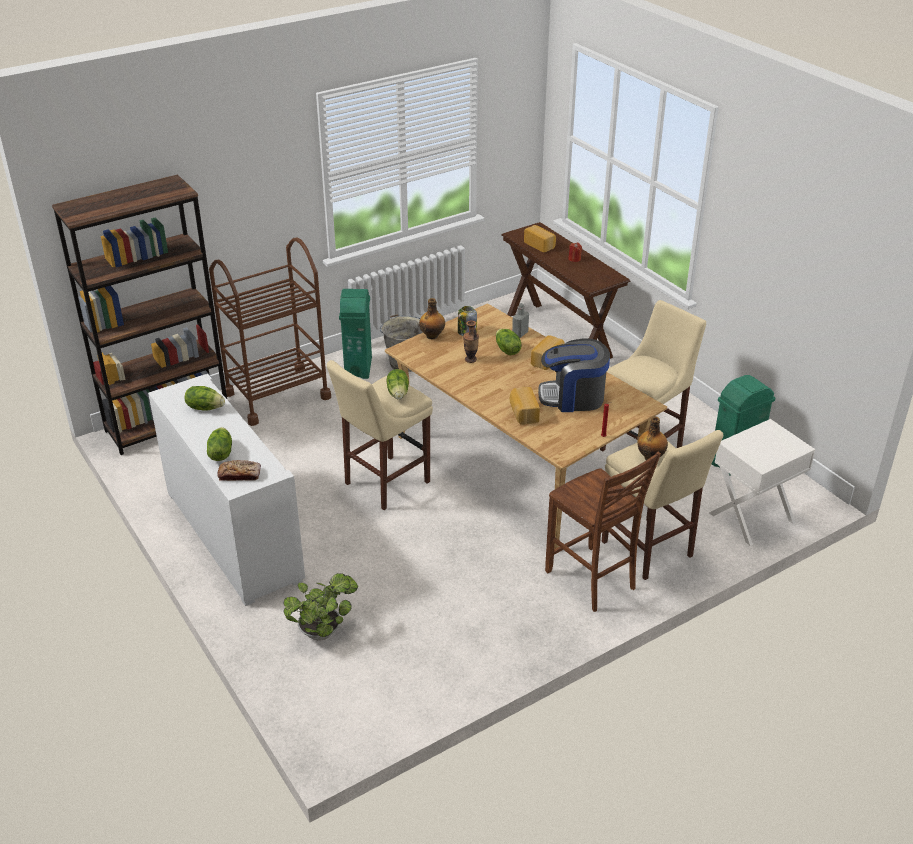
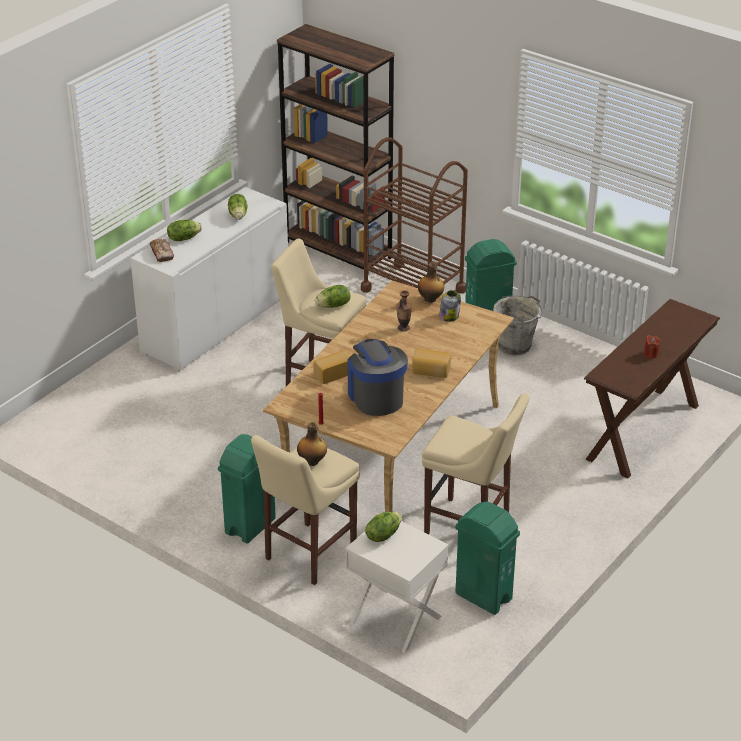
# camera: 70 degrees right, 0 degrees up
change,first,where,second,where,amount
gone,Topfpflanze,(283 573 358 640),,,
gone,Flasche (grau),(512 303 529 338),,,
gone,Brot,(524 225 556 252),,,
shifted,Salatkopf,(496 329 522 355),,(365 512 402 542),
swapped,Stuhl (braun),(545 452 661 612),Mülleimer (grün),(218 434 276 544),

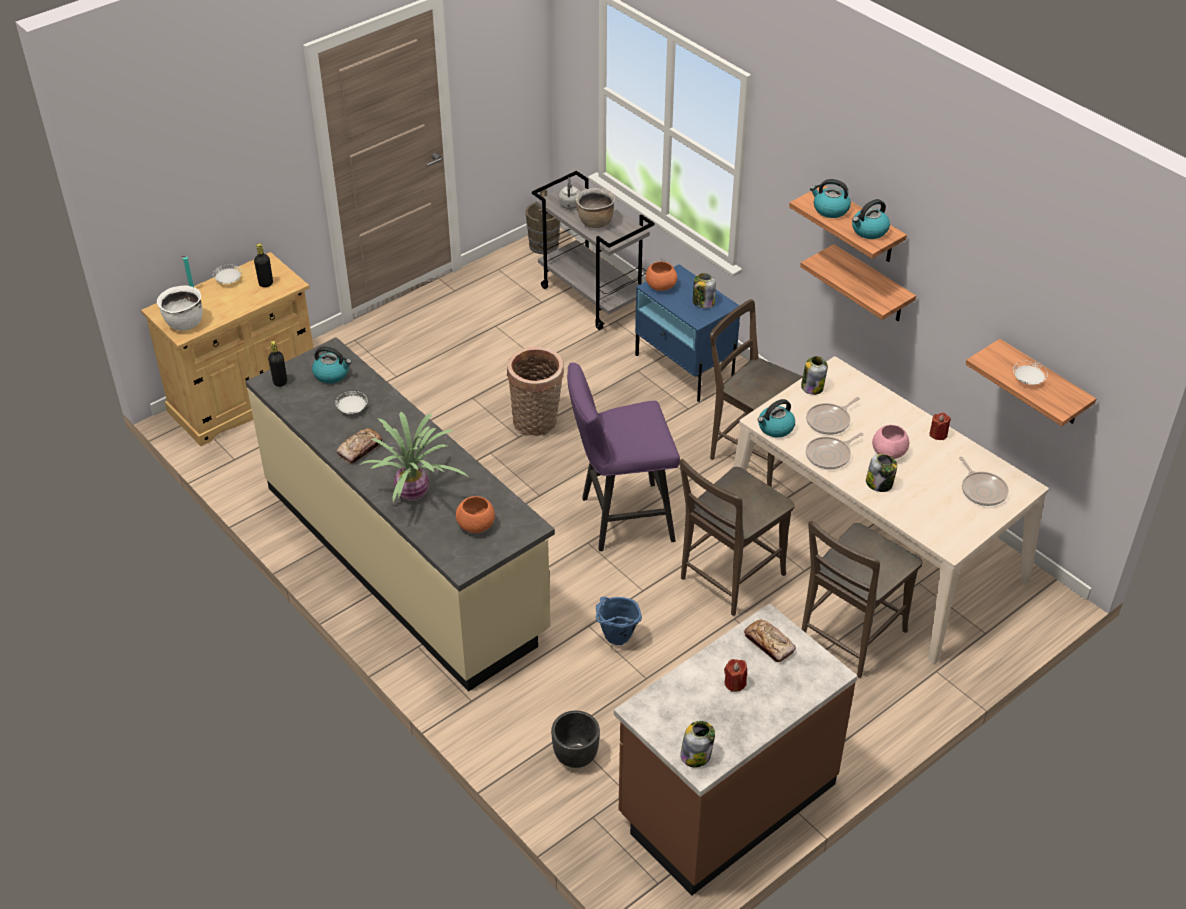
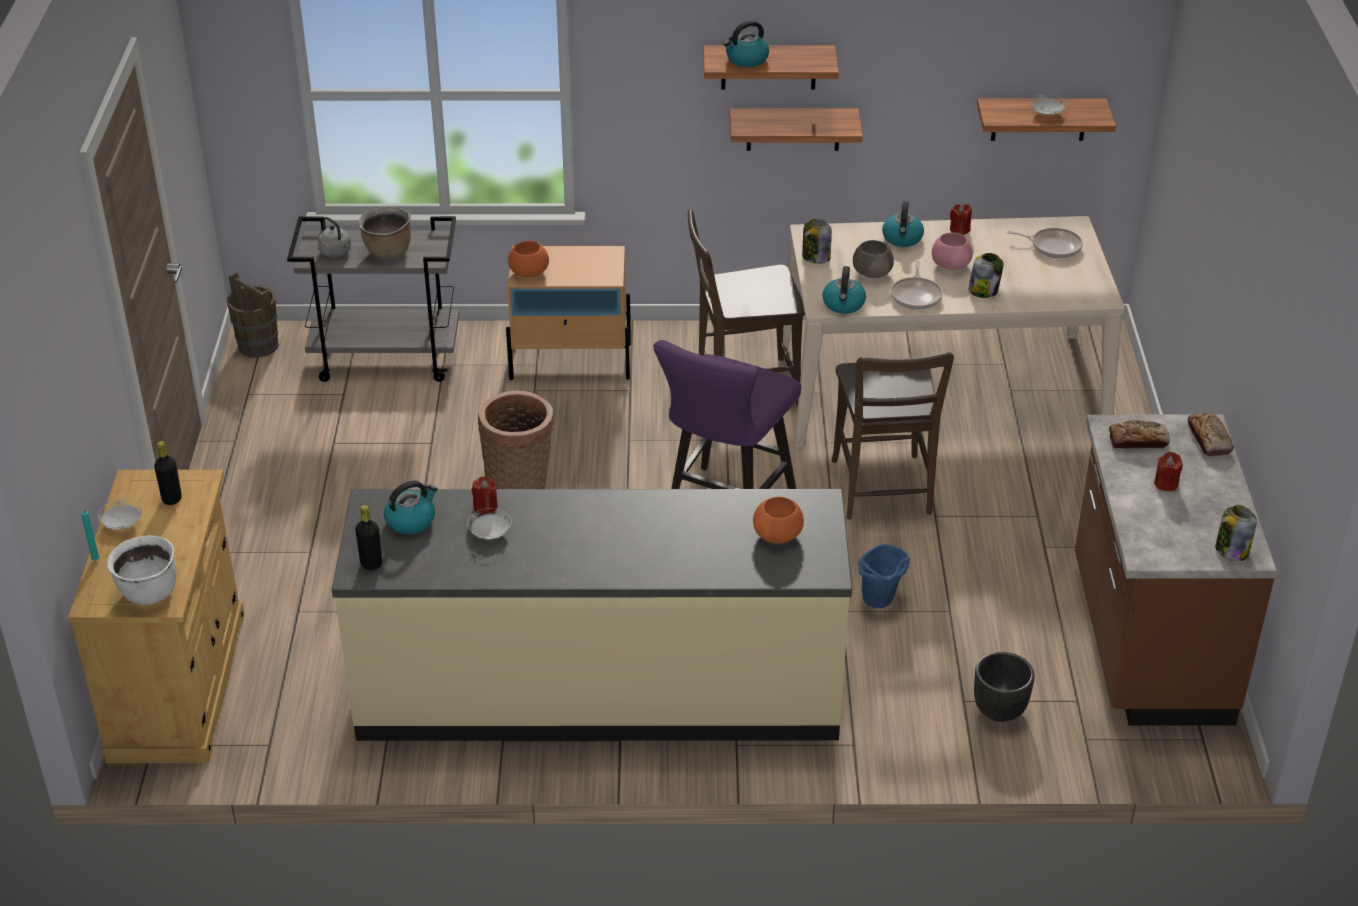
# camera: 50 degrees left, 5 degrees down
change,first,where,second,where,amount
gone,Topfpflanze,(360 412 468 502),,,
gone,Vorratsglas,(693 273 716 308),,,
gone,Stuhl (braun),(802 521 922 678),,,
new,,,Kerze (rot),(472 476 498 514),
shifted,Brot,(337 428 383 463),,(1188 413 1234 456),
shifted,Wasserkessel,(852 199 890 239),,(882 201 924 247),
swapped,Pfanne,(806 397 860 435),Schüssel (grau),(853 240 894 278),
repainted,Nachttisch (blau),(635 264 740 402),Nachttisch (beige),(506 246 631 380),

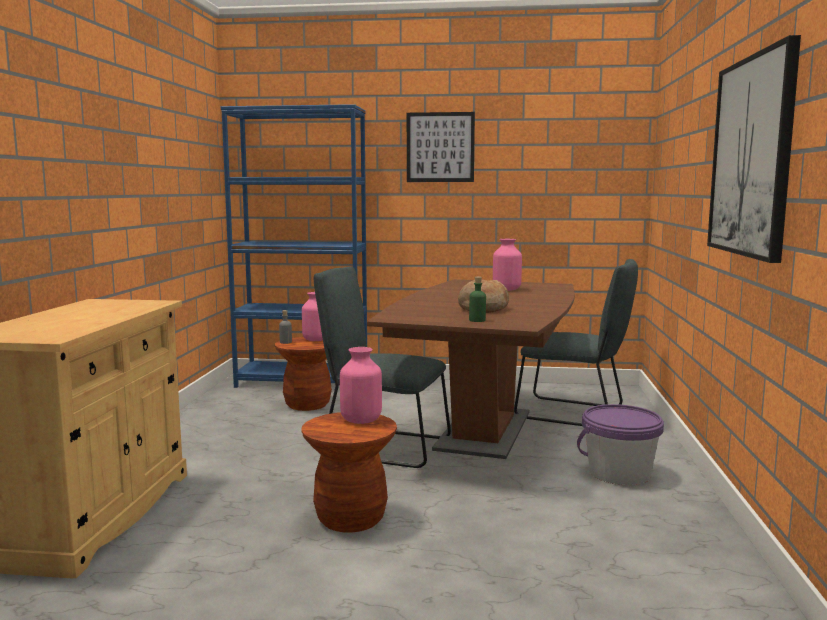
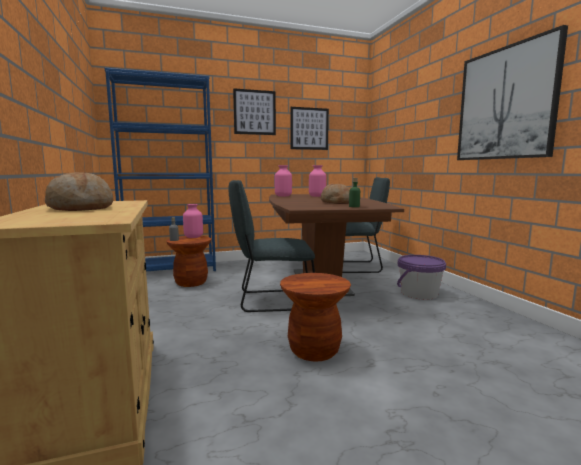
# camera: 25 degrees left, 0 degrees up
change,first,where,second,where,amount
new,,,Brot,(45 172 113 211),
new,,,Bild,(290 107 329 150),
shifted,Vase (rosa),(340 347 382 424),,(275 165 292 197),

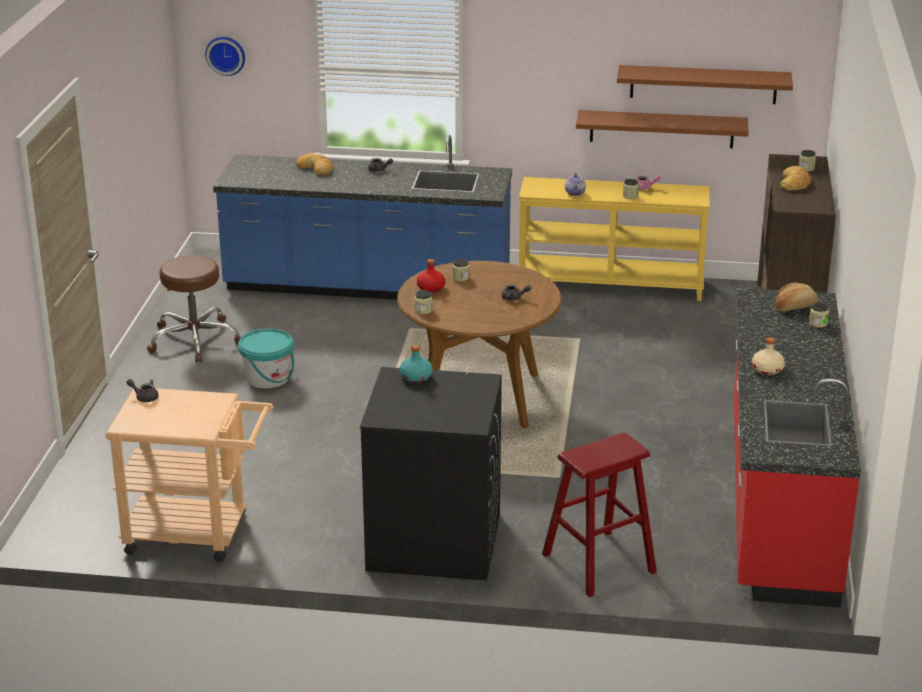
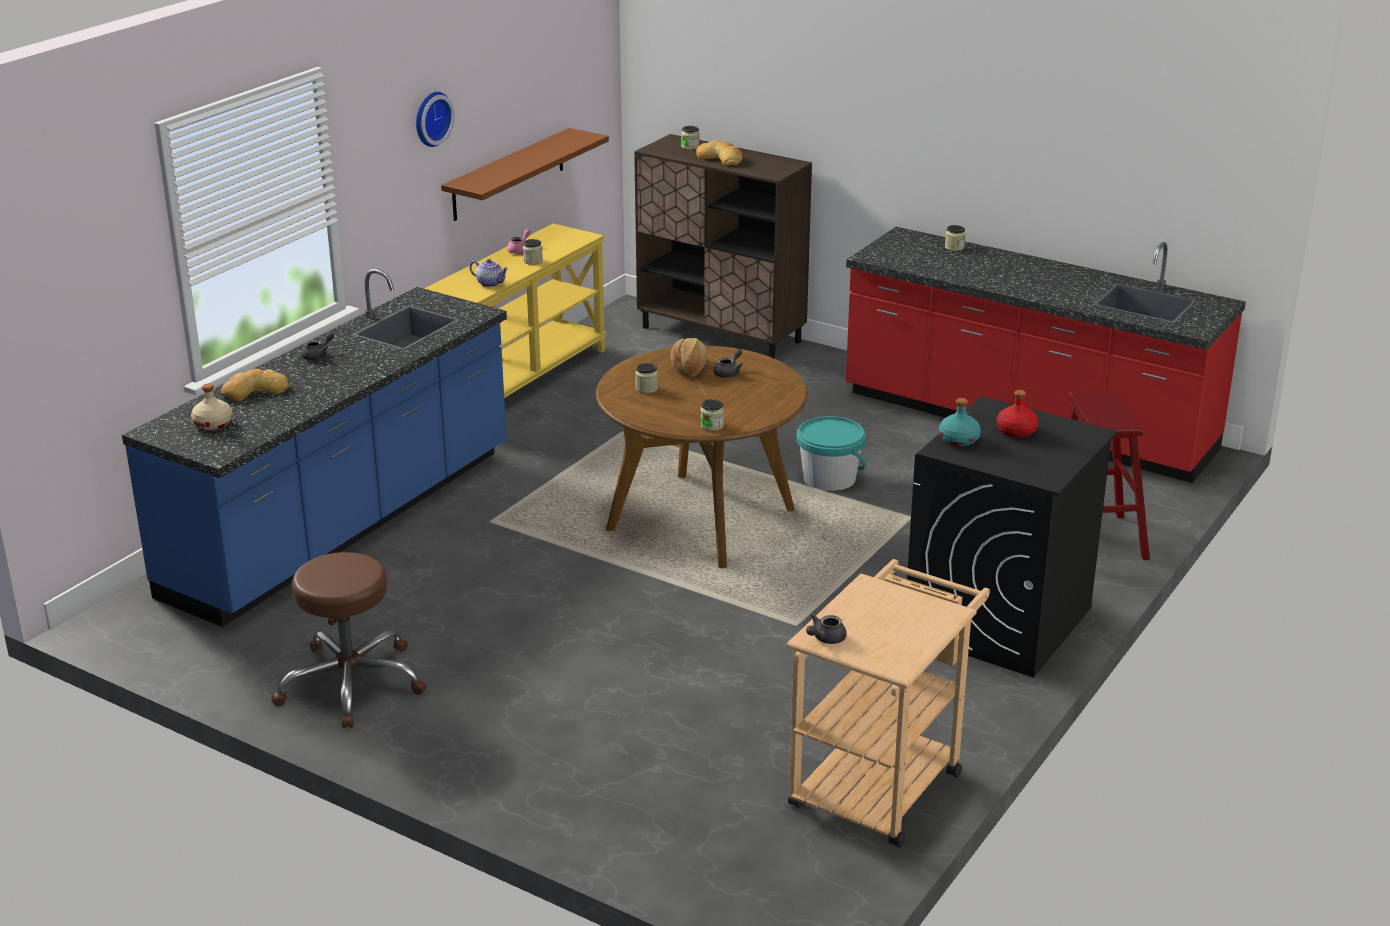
# camera: 65 degrees left, 0 degrees up
change,first,where,second,where,amount
gone,Wandregal (braun),(617 65 793 104),,,
shifted,Wanduhr,(205 37 245 76),,(416 92 455 147),
shifted,Eimer (türkis),(238 329 294 389),,(797 416 866 491),
shifted,Flasche (rot),(417 259 445 292),,(997 390 1038 438),
shifted,Flasche (beige),(752 337 785 375),,(191 383 233 430),
shifted,Brot,(776 283 818 311),,(670 338 707 377),

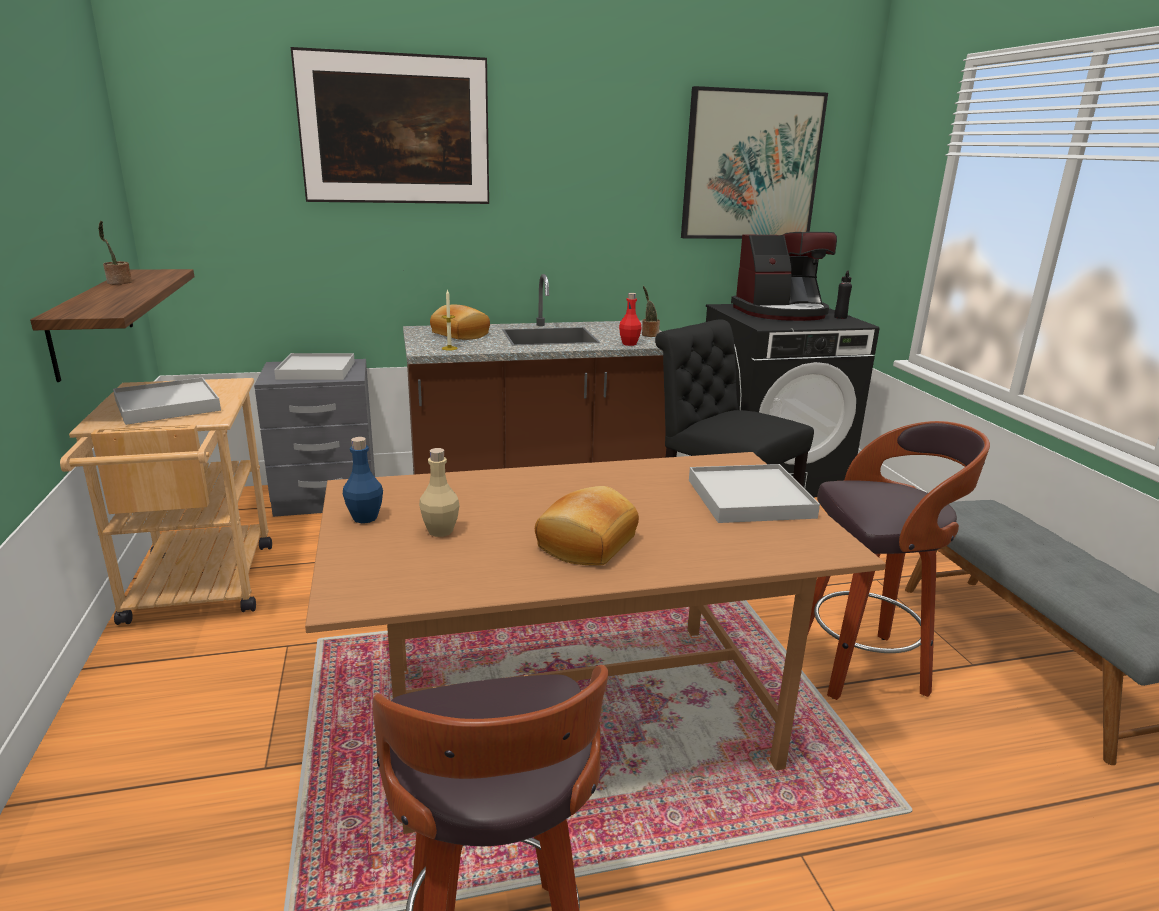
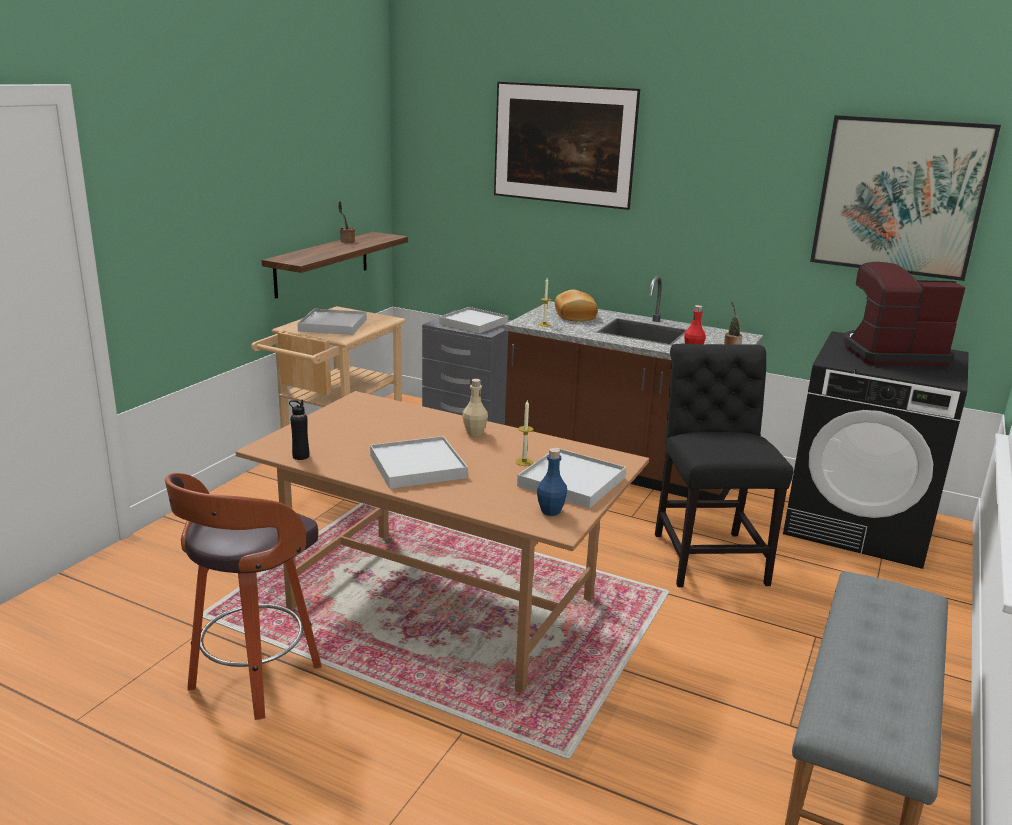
# camera: 40 degrees right, 0 degrees up
change,first,where,second,where,amount
gone,Hocker,(808 421 990 700),,,
new,,,Kerze,(515 400 534 466),
shifted,Flasche (blau),(343 437 383 523),,(537 448 567 516),
shifted,Flasche (beige),(419 448 460 537),,(462 379 488 436),
shifted,Flasche (schwarz),(834 271 852 319),,(289 400 309 460),
swapped,Brot,(535 486 639 566),Tablett (weiß),(370 436 468 489),
rotated,Kaffeemaschine,(731 232 837 321),,(843 262 965 367),150 degrees clockwise

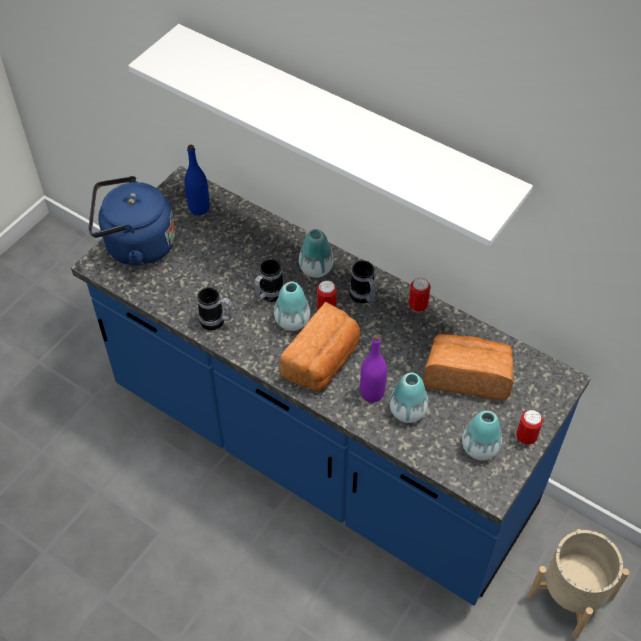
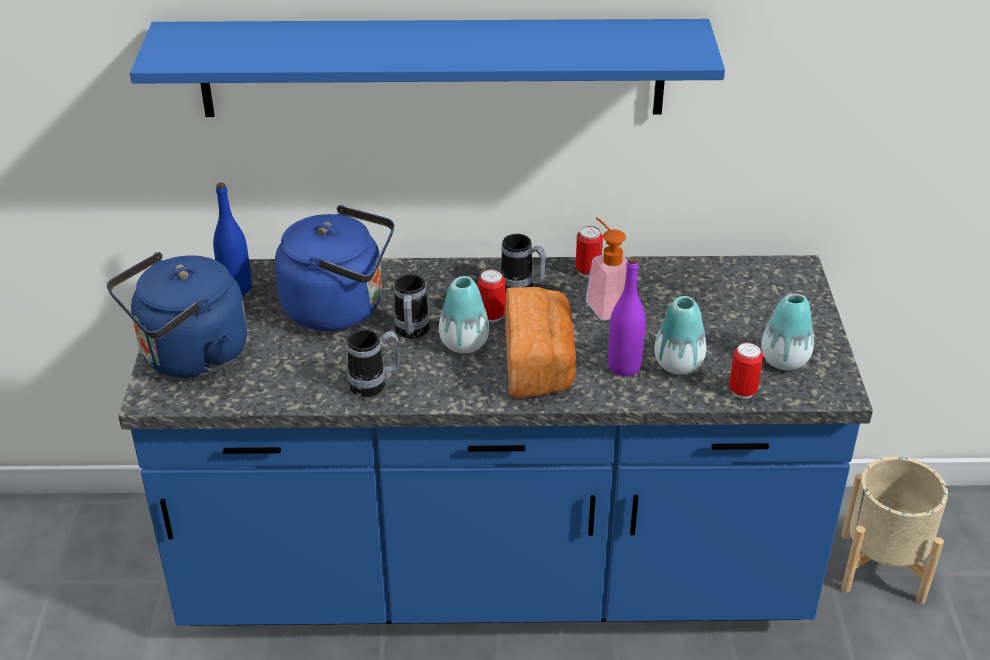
# camera: 35 degrees left, 15 degrees down
change,first,where,second,where,amount
gone,Vase,(299 229 333 278),,,
gone,Brot,(423 334 514 400),,,
new,,,Wasserkessel (blau),(275 205 394 331),
new,,,Seifenspender,(586 217 628 321),
shifted,Dose,(516 410 543 445),,(729 342 763 399),
repainted,Wandregal (weiß),(128 24 533 246),Wandregal (blau),(130 19 725 117),

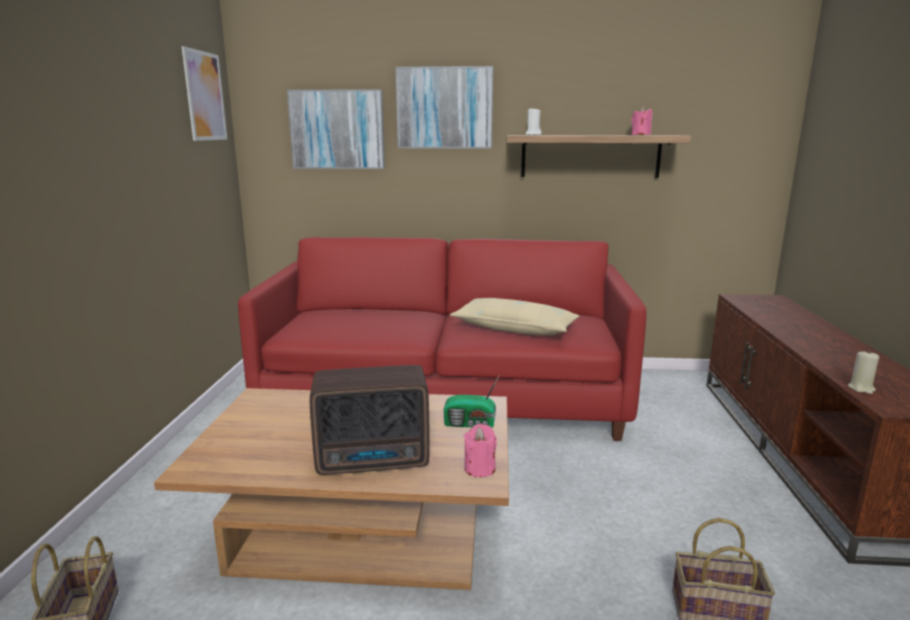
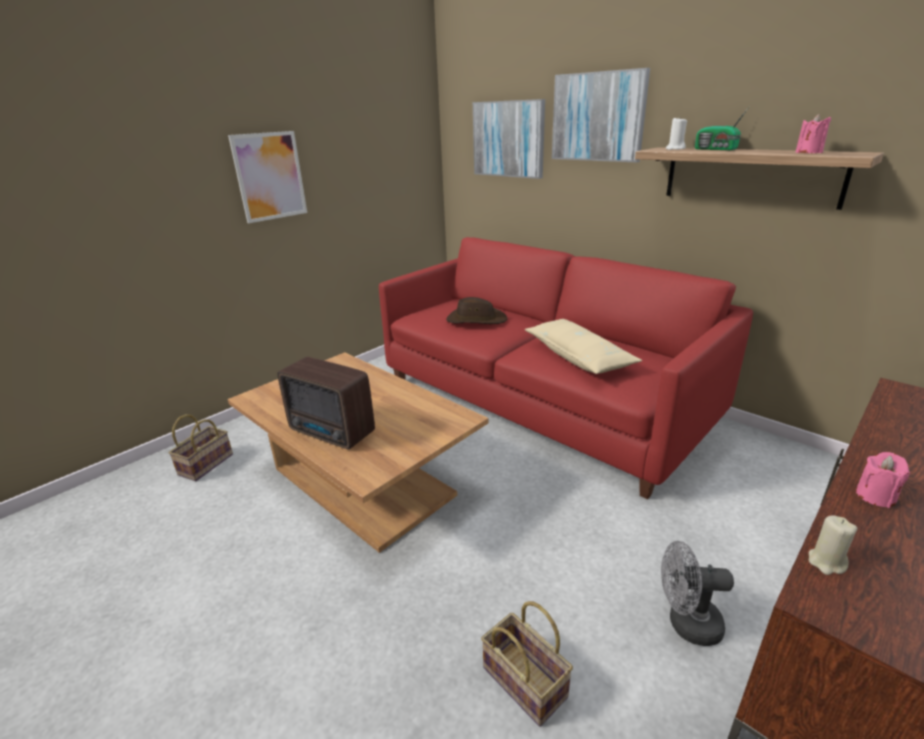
# camera: 40 degrees right, 10 degrees up
change,first,where,second,where,amount
new,,,Hut (braun),(446 297 507 324),
new,,,Ventilator (grau),(661 541 734 646),
shifted,Bild,(181 46 227 141),,(228 131 307 223),
shifted,Radio,(444 376 499 428),,(695 106 750 150),
shifted,Kerze (rosa),(464 424 497 477),,(856 452 910 508),

